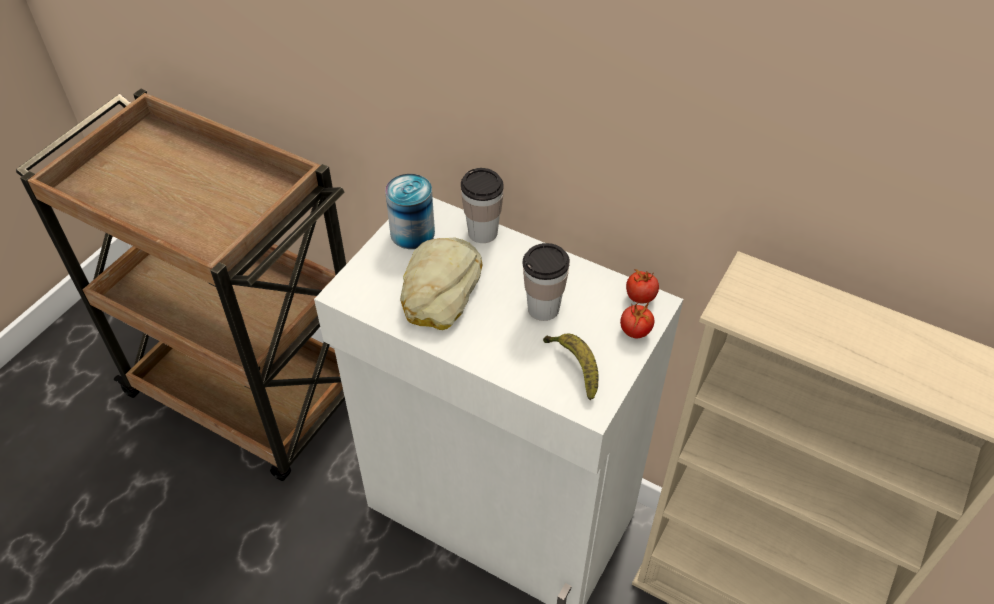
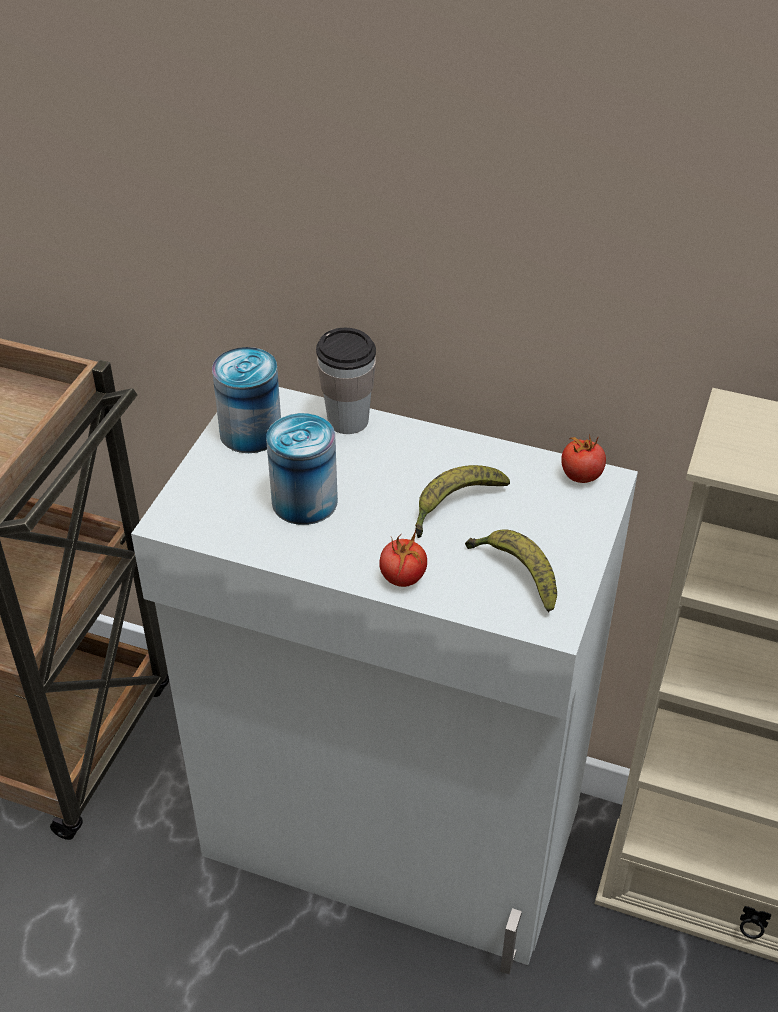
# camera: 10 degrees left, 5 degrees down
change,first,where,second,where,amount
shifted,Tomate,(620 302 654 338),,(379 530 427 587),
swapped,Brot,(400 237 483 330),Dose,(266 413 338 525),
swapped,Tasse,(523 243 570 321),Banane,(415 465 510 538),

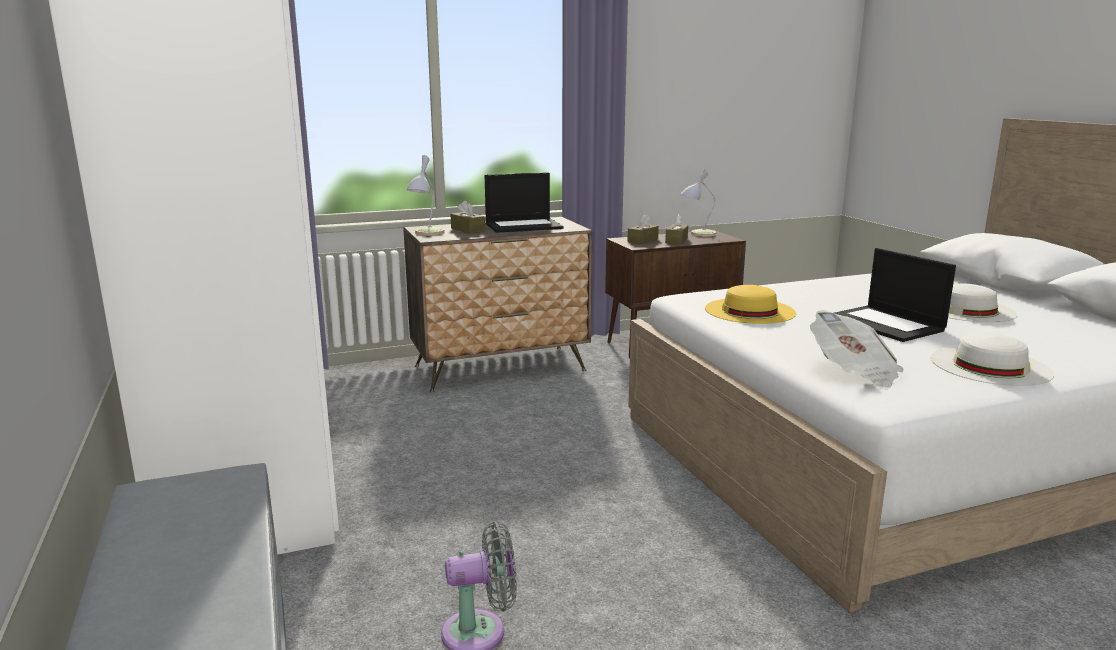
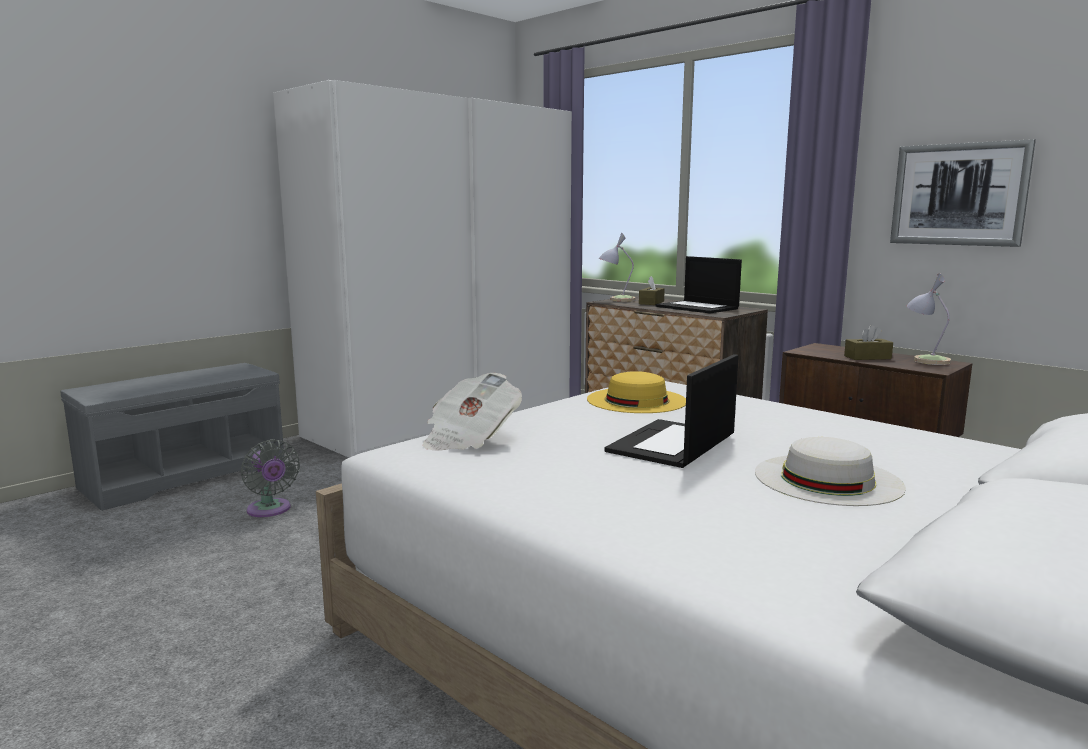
# camera: 65 degrees right, 5 degrees down
change,first,where,second,where,amount
gone,Taschentuchbox (braun),(627 214 659 244),,,
gone,Hut (weiß),(931 333 1054 386),,,
new,,,Bild,(890 139 1036 247),

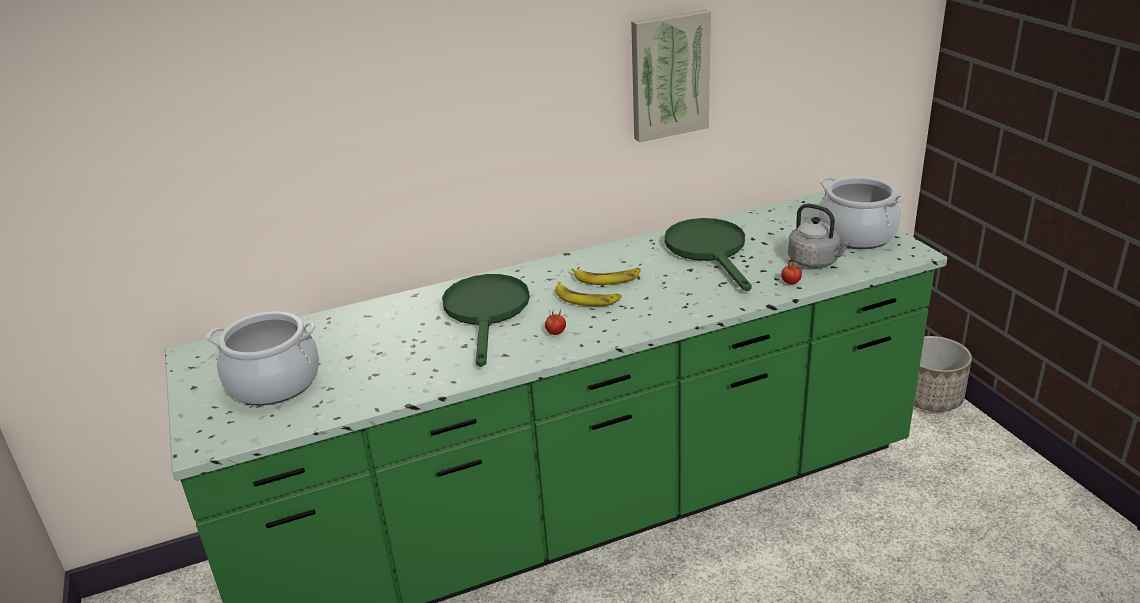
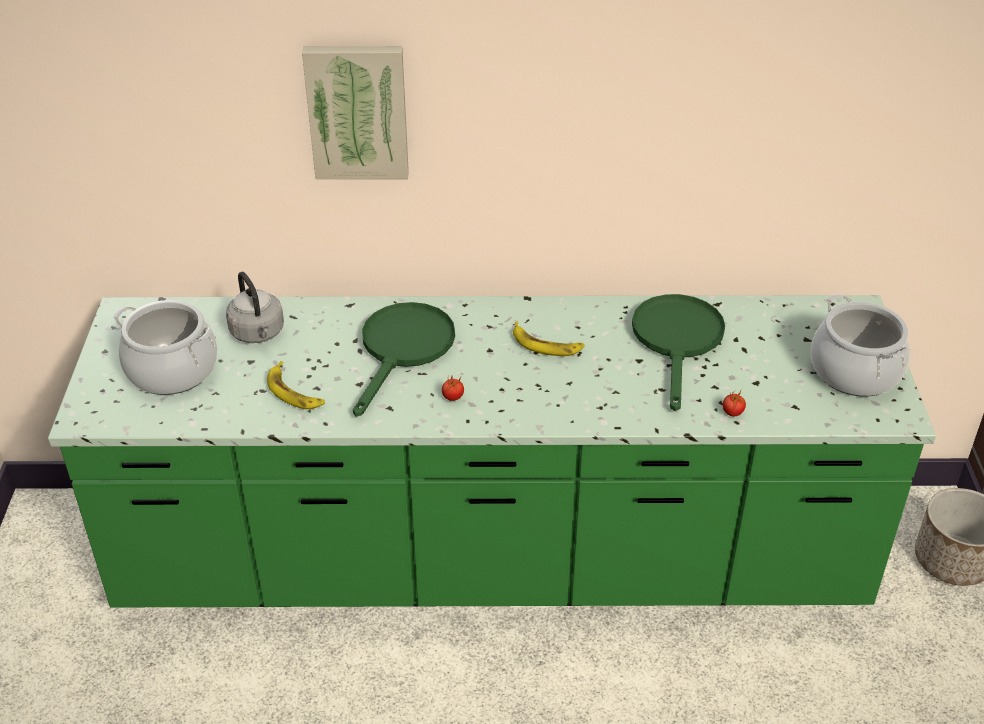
# camera: 20 degrees right, 10 degrees up
change,first,where,second,where,amount
shifted,Banane,(555 282 622 306),,(267 361 325 409),
shifted,Bild,(631 10 711 142),,(302 46 409 179),
shifted,Wasserkessel (grau),(788 204 852 268),,(226 272 284 343),

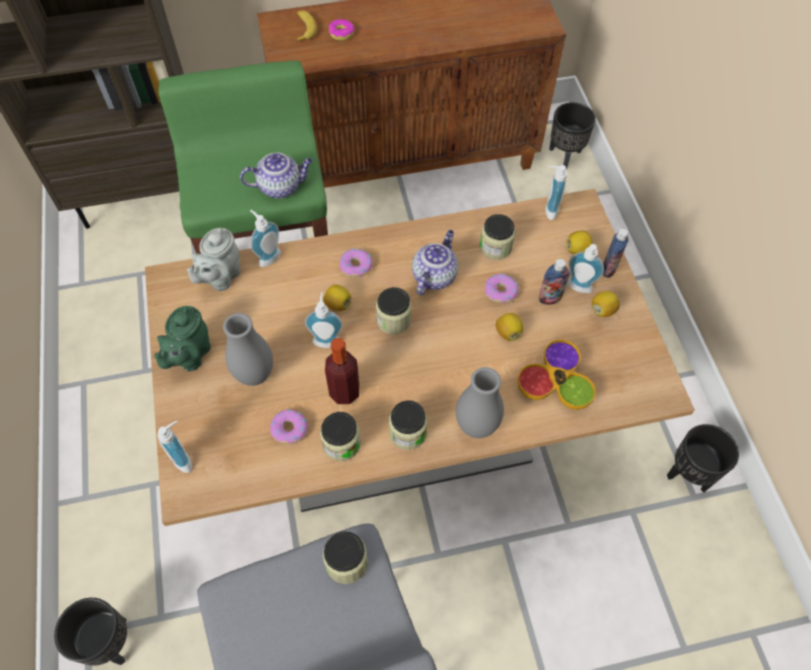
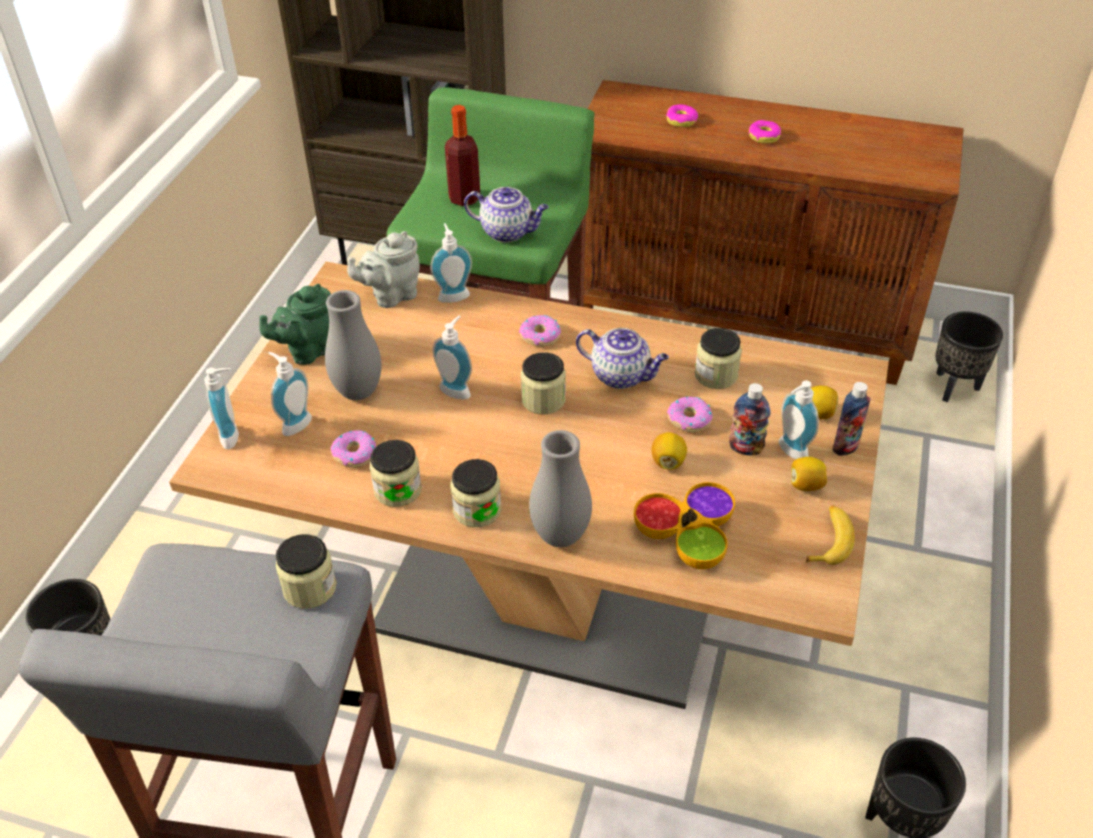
# camera: 30 degrees right, 15 degrees down
change,first,where,second,where,amount
gone,Zitrone,(323 285 351 311),,,
new,,,Donut,(748 120 781 144),
shifted,Banane,(296 11 317 42),,(806 505 855 565),
shifted,Flasche,(325 338 359 404),,(445 105 480 206),
shifted,Seifenspender,(545 165 567 220),,(268 352 312 436),
rotated,Teekanne,(412 230 458 295),,(576 328 669 389),60 degrees clockwise

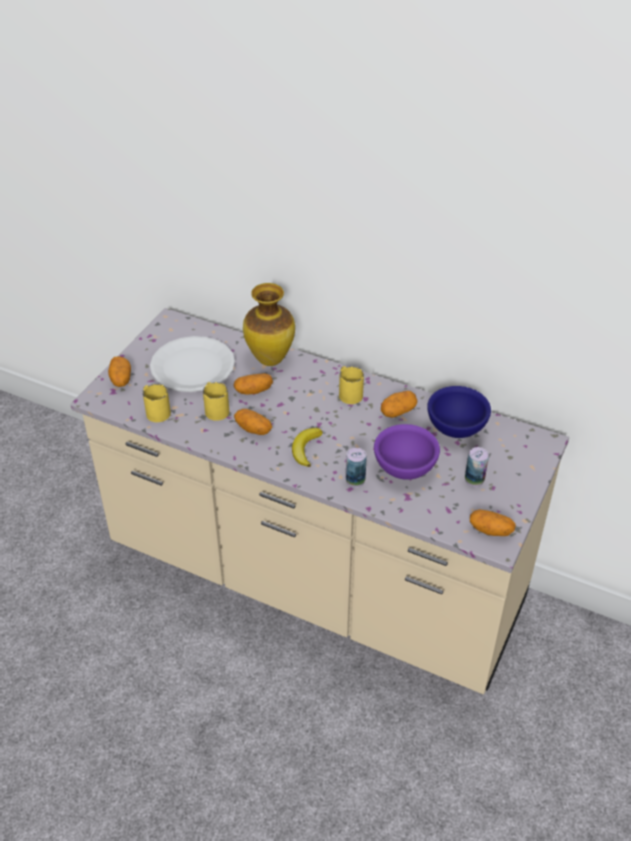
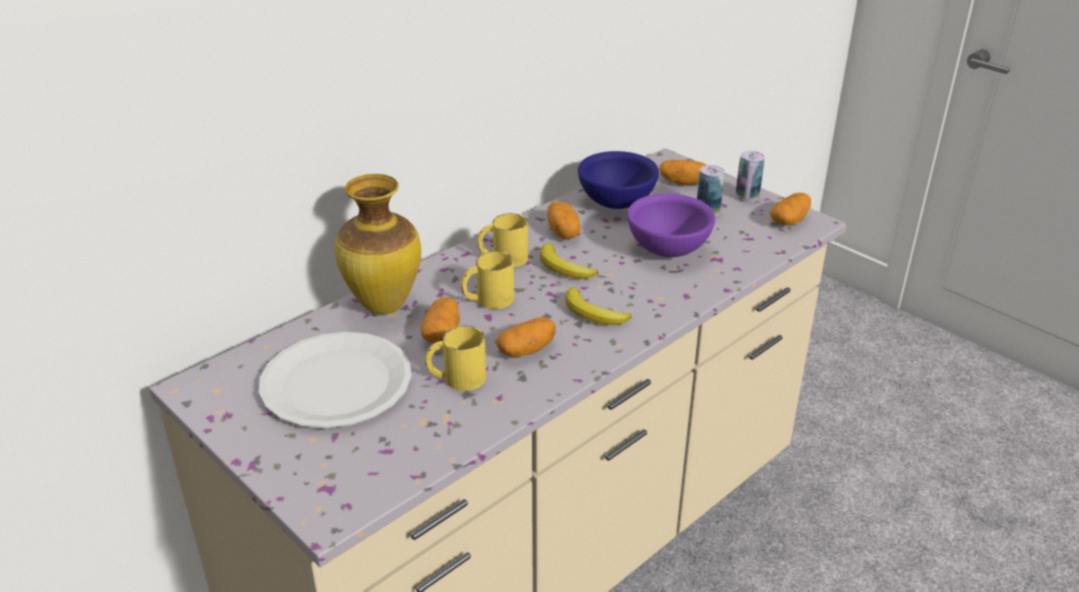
# camera: 70 degrees left, 10 degrees down
change,first,where,second,where,amount
new,,,Banane,(540 243 598 279),
shifted,Kartoffel,(108 356 131 387),,(659 160 707 185),
shifted,Henkelbecher (gelb),(143 384 171 422),,(461 251 514 309),
shifted,Dose,(346 448 367 488),,(736 151 764 203),

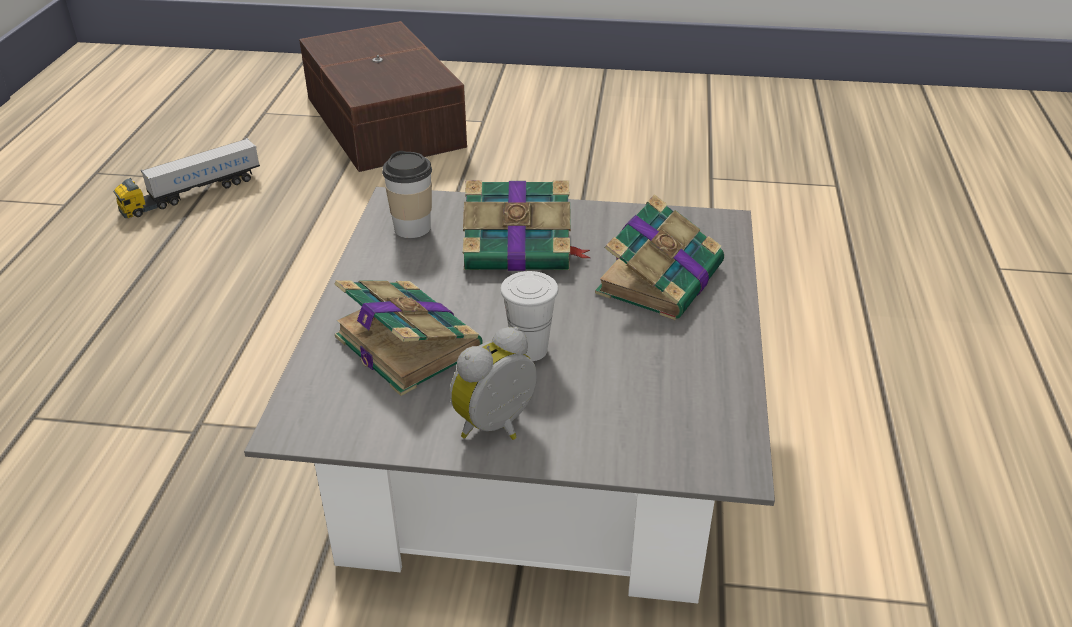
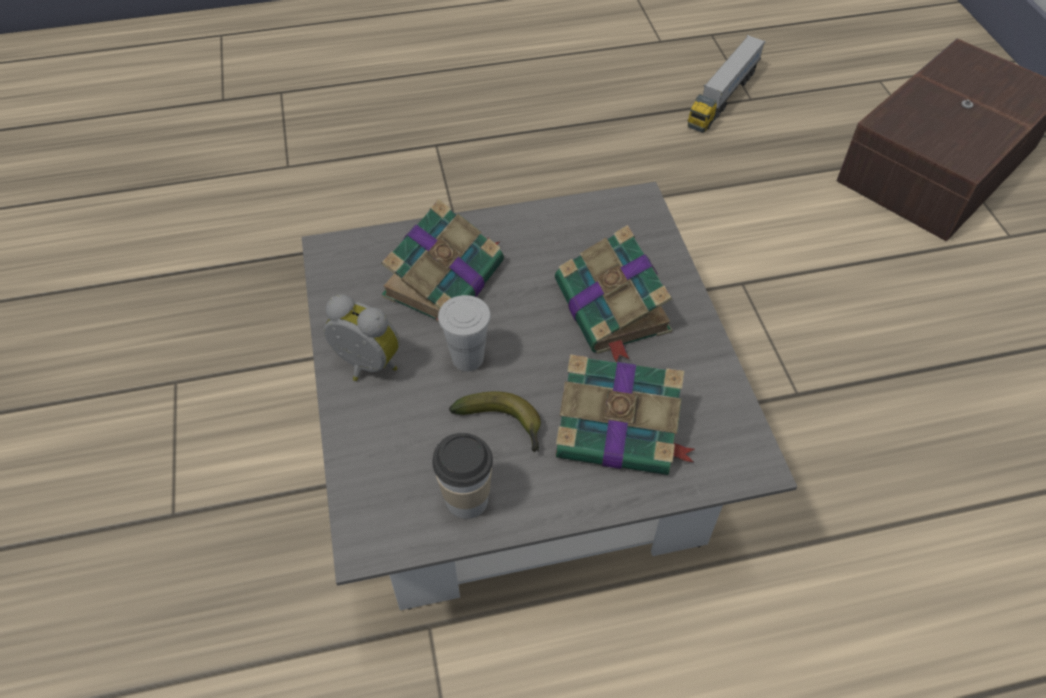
# camera: 70 degrees right, 15 degrees up
change,first,where,second,where,amount
new,,,Banane,(449 391 541 452),
shifted,Tasse,(382 151 432 238),,(432 433 493 519),
rotated,Spielzeuglaster,(113 138 260 218),,(688 35 766 133),90 degrees counterclockwise

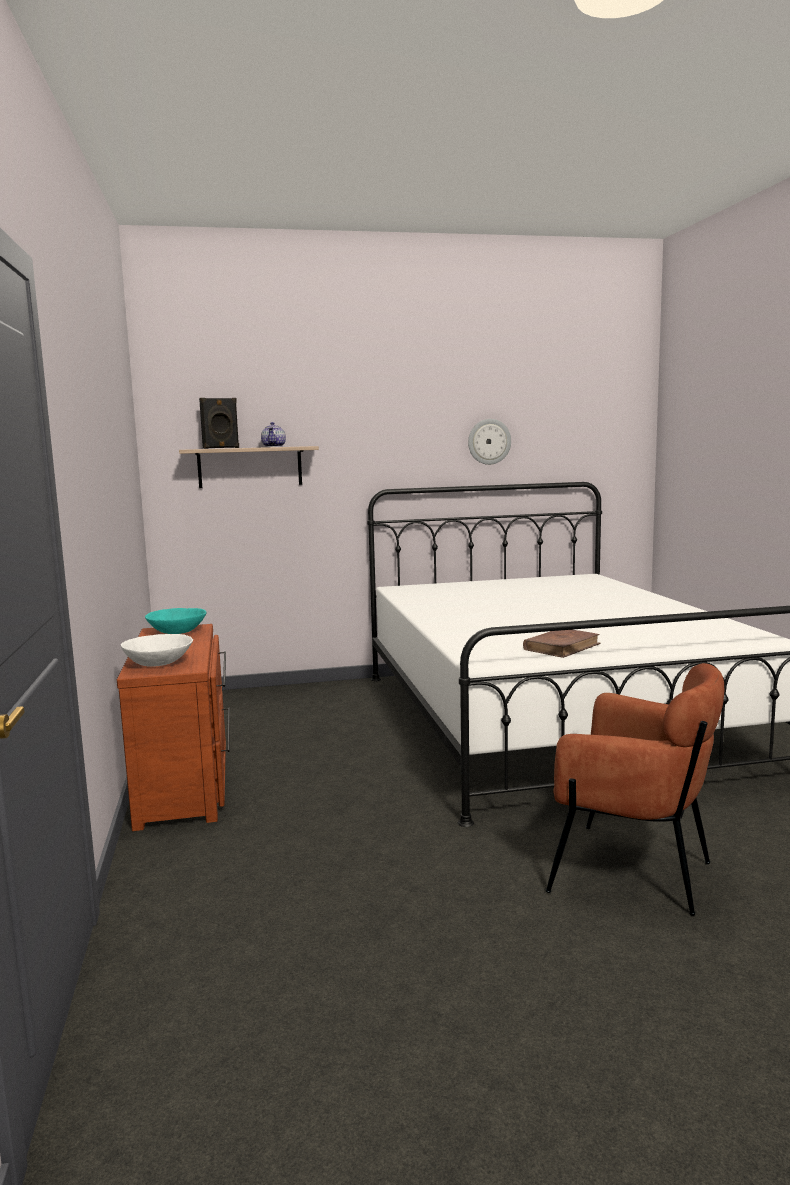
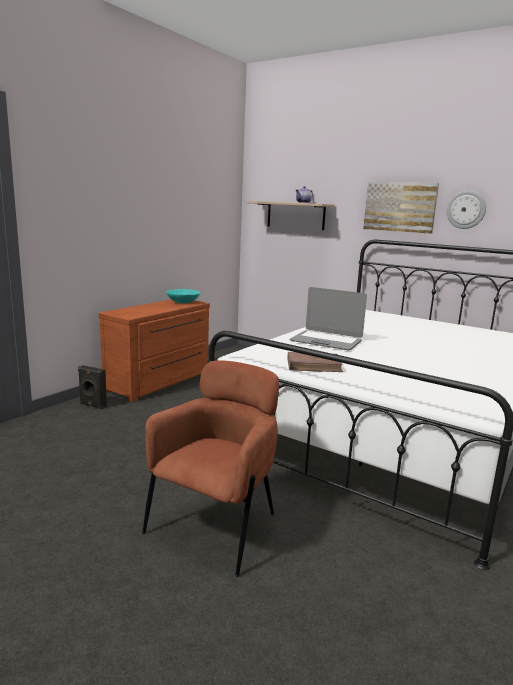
# camera: 45 degrees right, 5 degrees up
change,first,where,second,where,amount
gone,Schüssel (weiß),(121 634 193 667),,,
new,,,Laptop,(290 287 367 350),
new,,,Bild,(363 182 439 234),
shifted,Lautsprecher (schwarz),(199 398 239 449),,(78 365 107 409),
rotated,Sessel (braun),(546 663 724 916),,(142 360 279 577),135 degrees counterclockwise

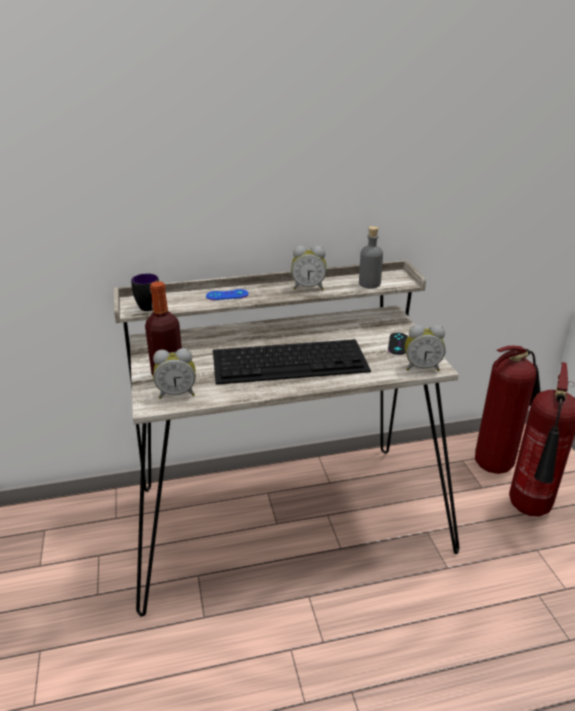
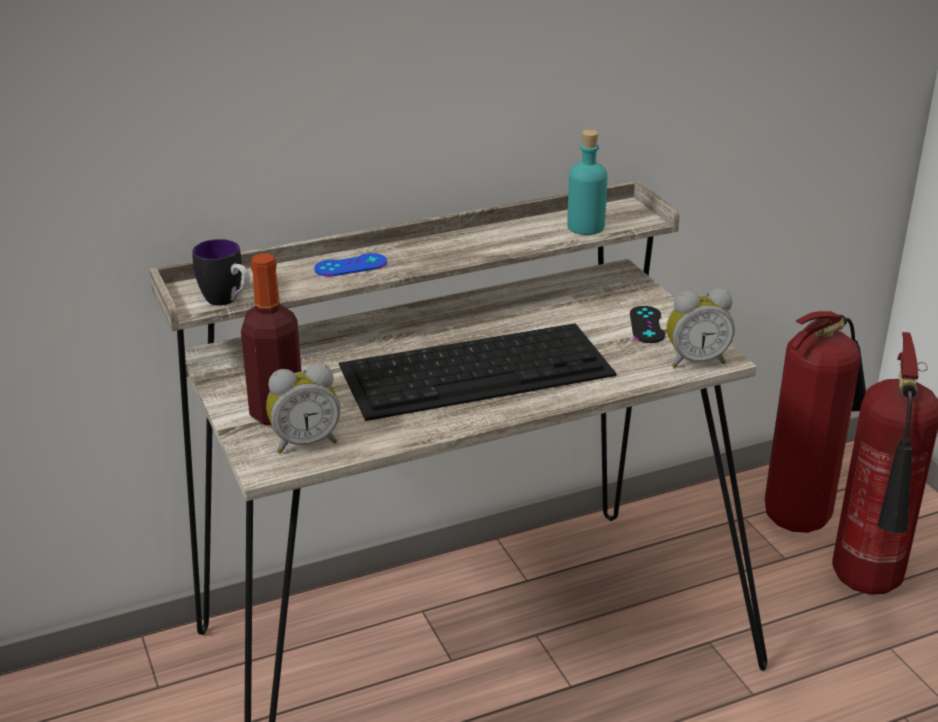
# camera: 10 degrees left, 0 degrees up
change,first,where,second,where,amount
gone,Wecker,(291 246 327 290),,,
repainted,Flasche (grau),(359 226 383 288),Flasche (türkis),(567 130 608 235),

